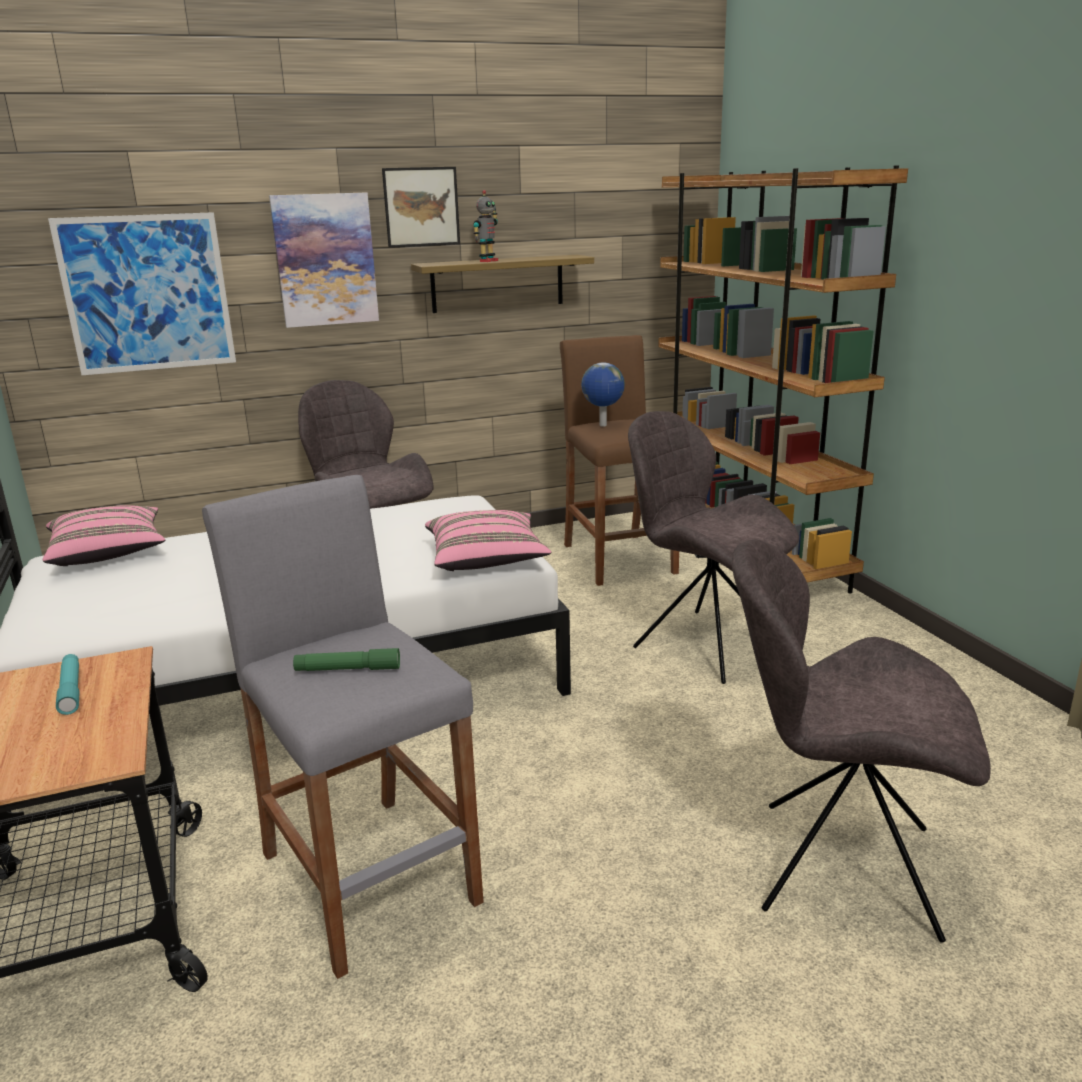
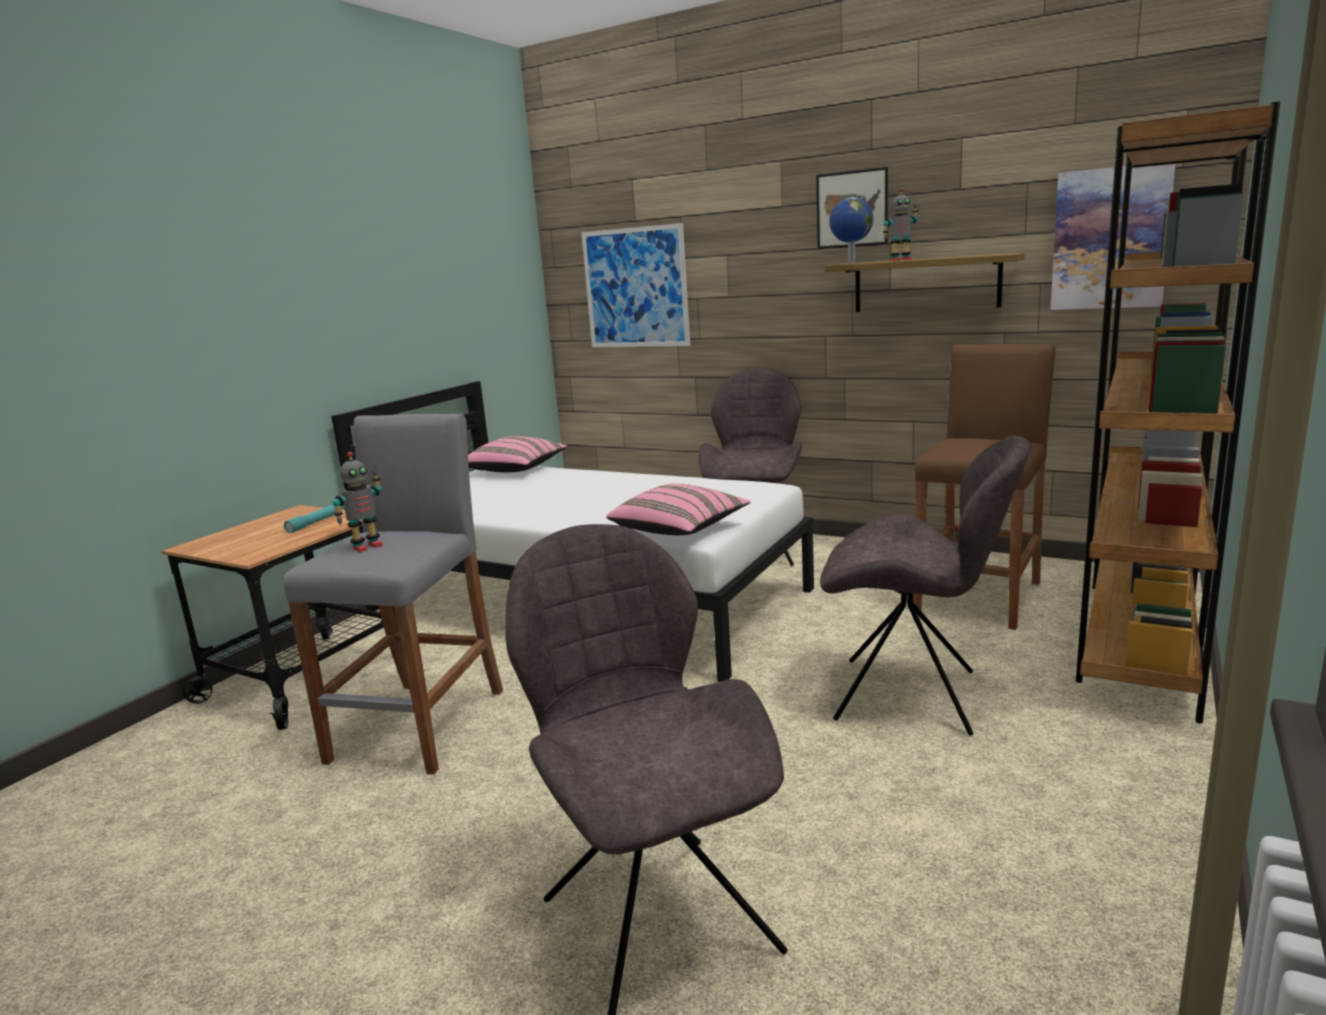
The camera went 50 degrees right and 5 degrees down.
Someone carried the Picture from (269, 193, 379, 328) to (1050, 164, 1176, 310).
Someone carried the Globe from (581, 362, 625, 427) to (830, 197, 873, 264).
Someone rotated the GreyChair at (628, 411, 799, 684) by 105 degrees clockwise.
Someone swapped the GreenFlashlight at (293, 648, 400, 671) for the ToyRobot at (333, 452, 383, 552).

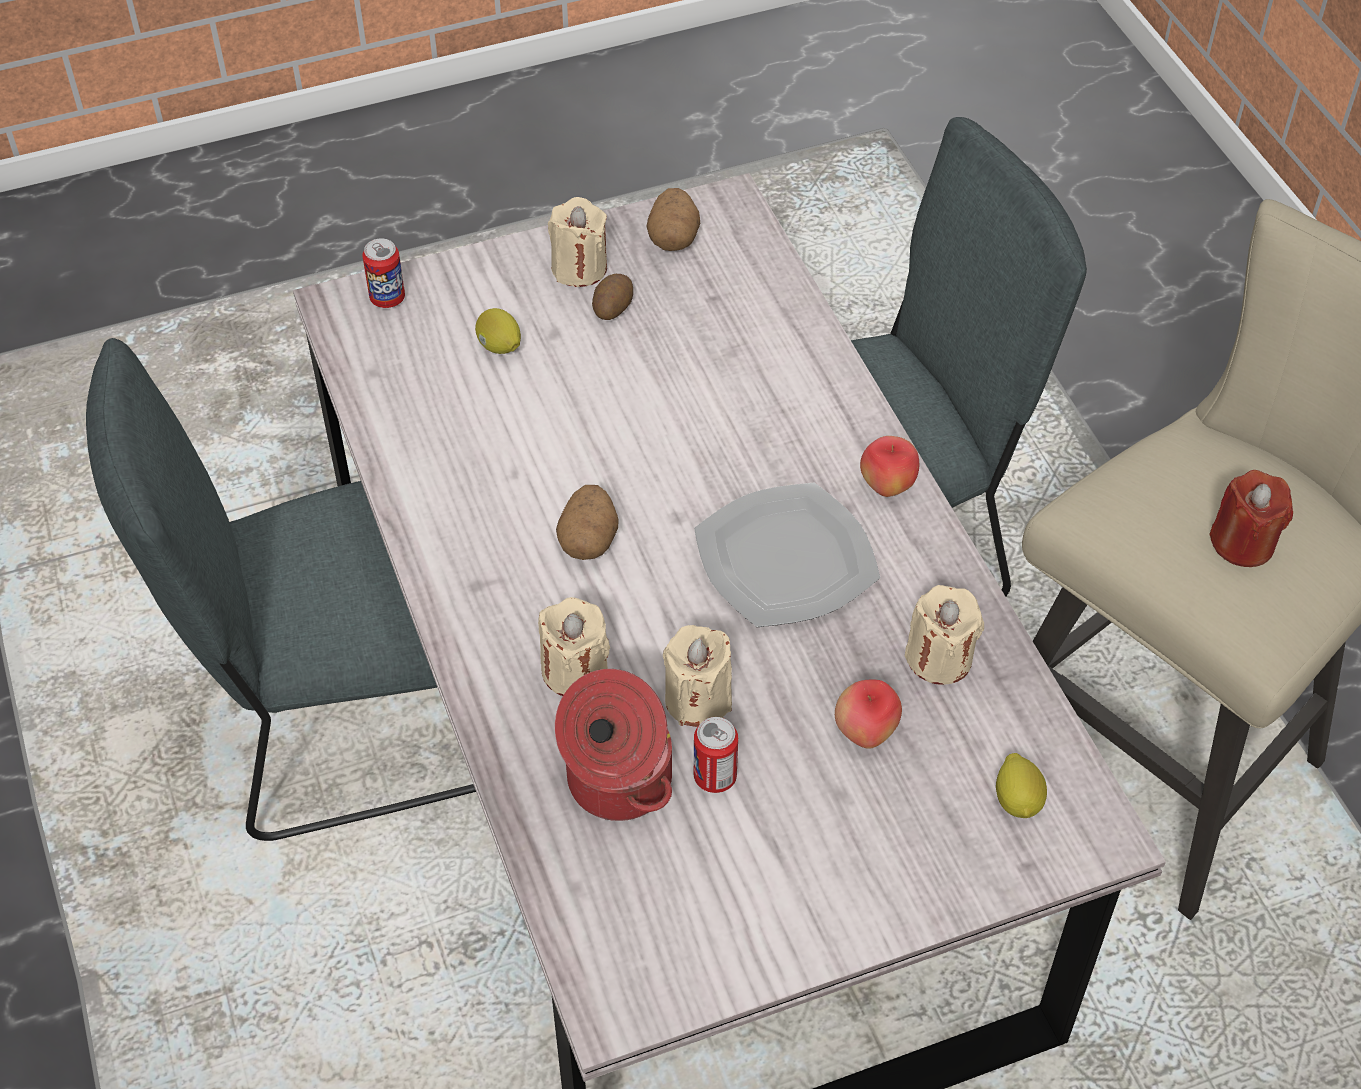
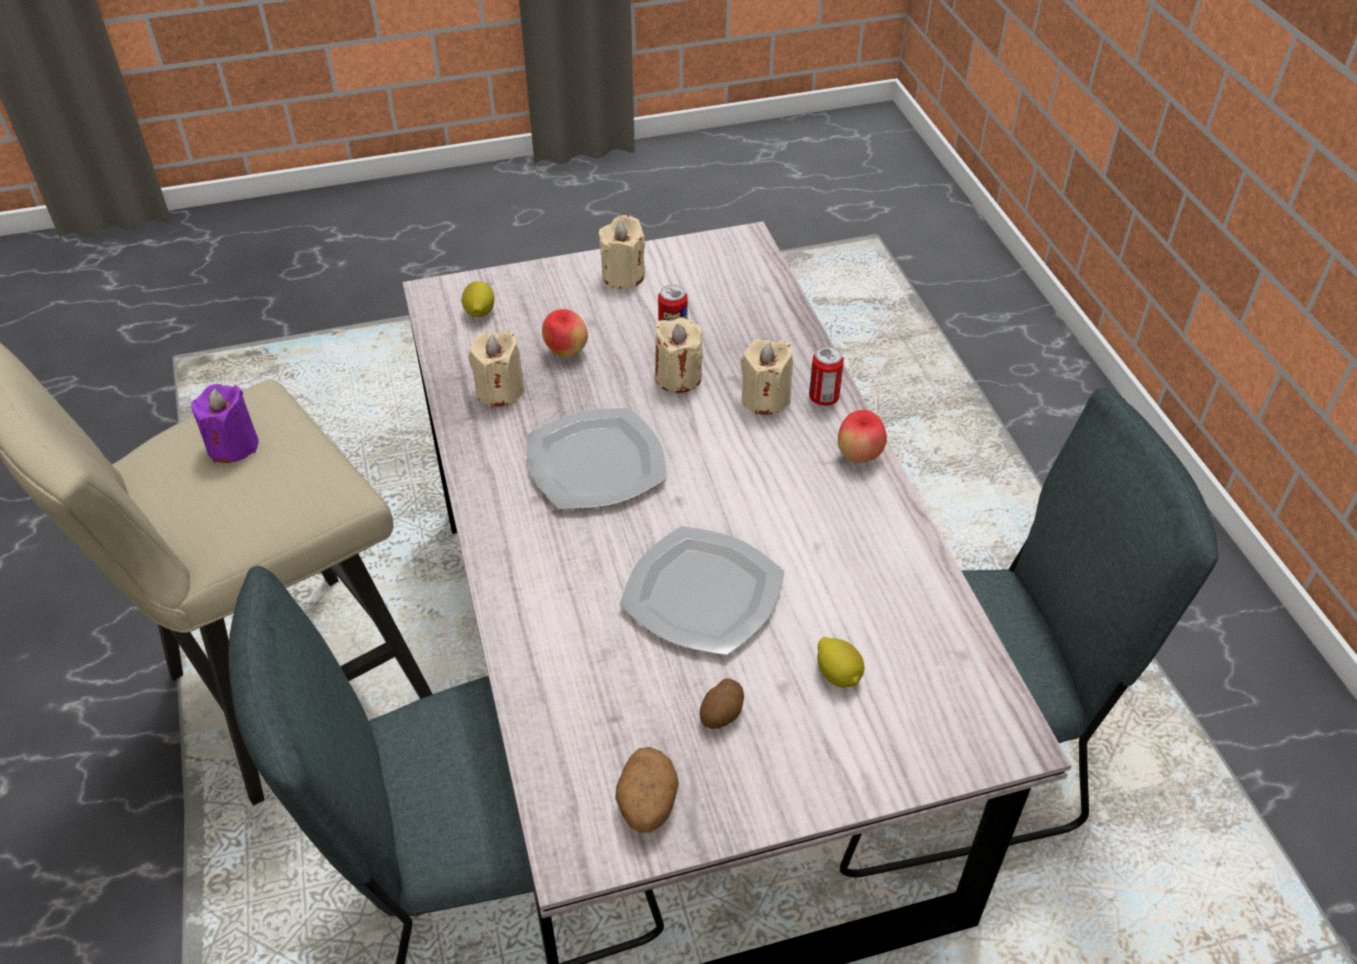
The camera went 175 degrees left and 5 degrees down.
Someone carried the BeigeCandle from (548, 197, 607, 287) to (599, 215, 645, 289).
Someone carried the Can from (362, 238, 405, 308) to (809, 346, 844, 406).
Someone carried the Apple from (860, 436, 919, 497) to (838, 410, 887, 463).
Someone repainted the RedCandle at (1209, 470, 1293, 567), which became the PurpleCandle at (191, 384, 259, 463).
Someone took away the Potato at (556, 485, 619, 560).
Someone took away the CookingPot at (555, 669, 672, 821).
Someone put down the Plate at (620, 526, 785, 656).

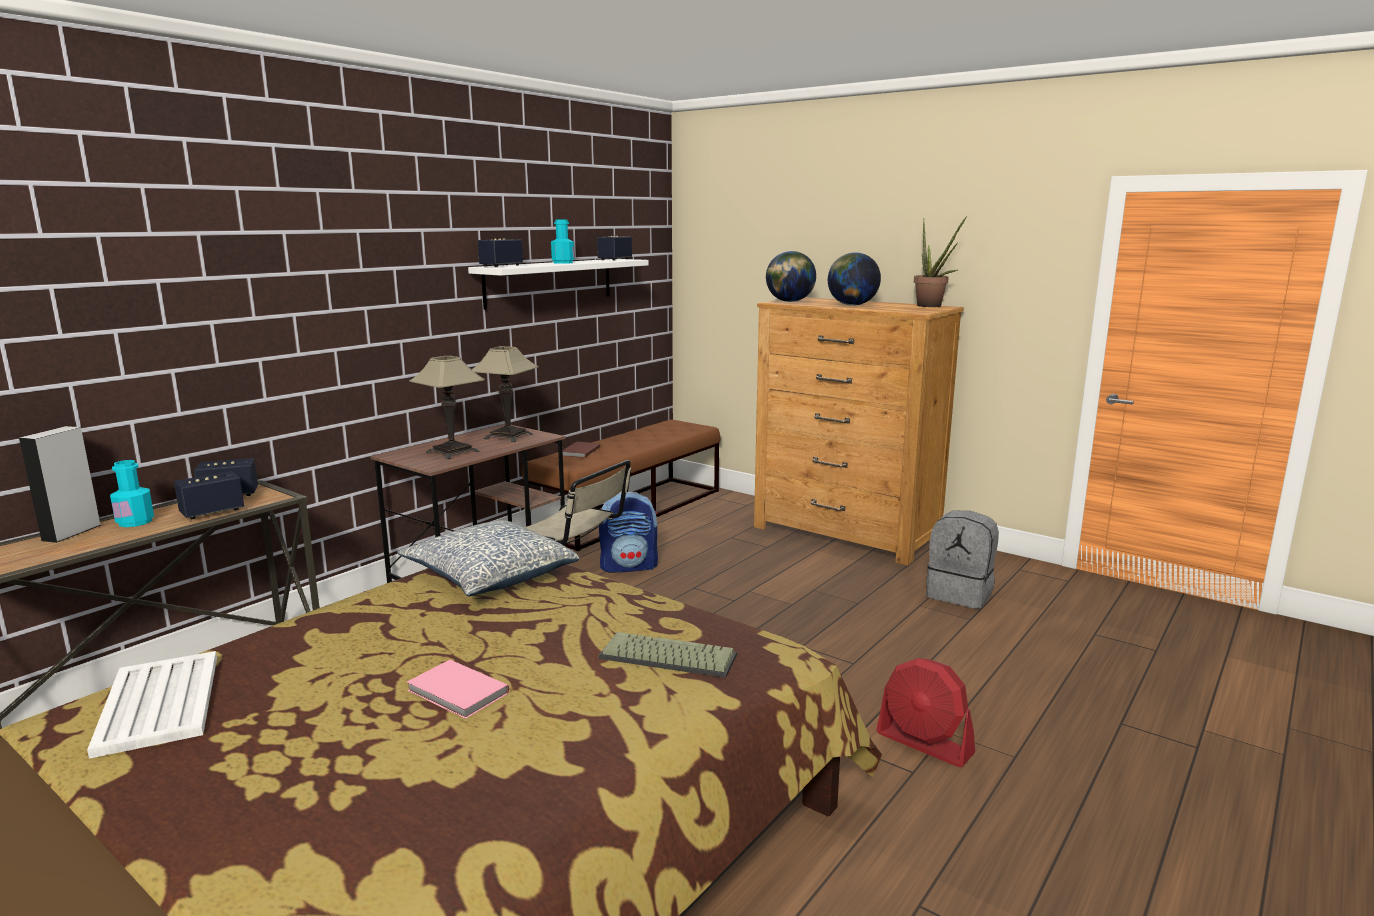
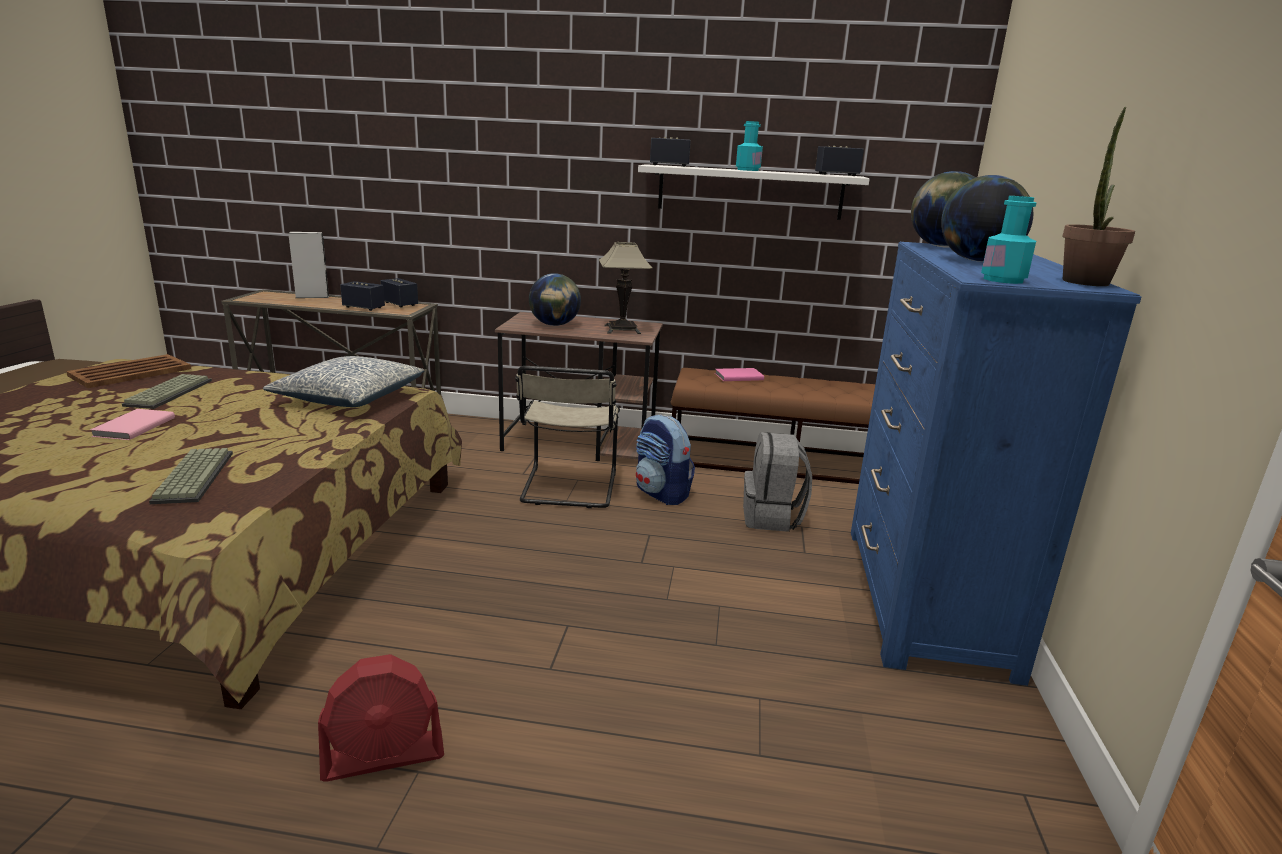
The camera went 60 degrees right and 5 degrees up.
Someone repainted the BrownDresser at (754, 297, 964, 566), which became the BlueDresser at (851, 242, 1141, 686).
Someone swapped the TableLamp at (409, 356, 485, 460) for the Globe at (529, 273, 581, 326).
Someone repainted the BrownBook at (563, 442, 600, 458), which became the PinkBook at (715, 368, 764, 381).
Someone carried the TurquoiseBottle from (110, 460, 154, 527) to (981, 196, 1036, 284).
Someone carried the GreyBackpack from (926, 511, 999, 609) to (743, 432, 812, 532).
Someone repainted the WhiteTray at (87, 651, 217, 759), which became the BrownTray at (66, 354, 191, 388).
Someone rotated the RedFan at (876, 658, 975, 767) by 120 degrees counterclockwise.
Someone put down the Keyboard at (122, 374, 212, 409).

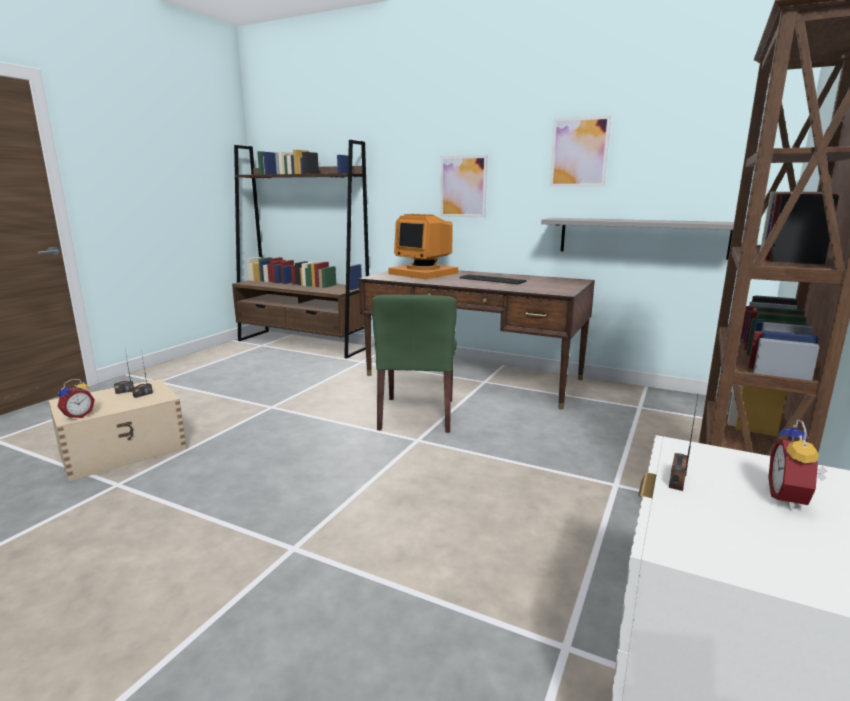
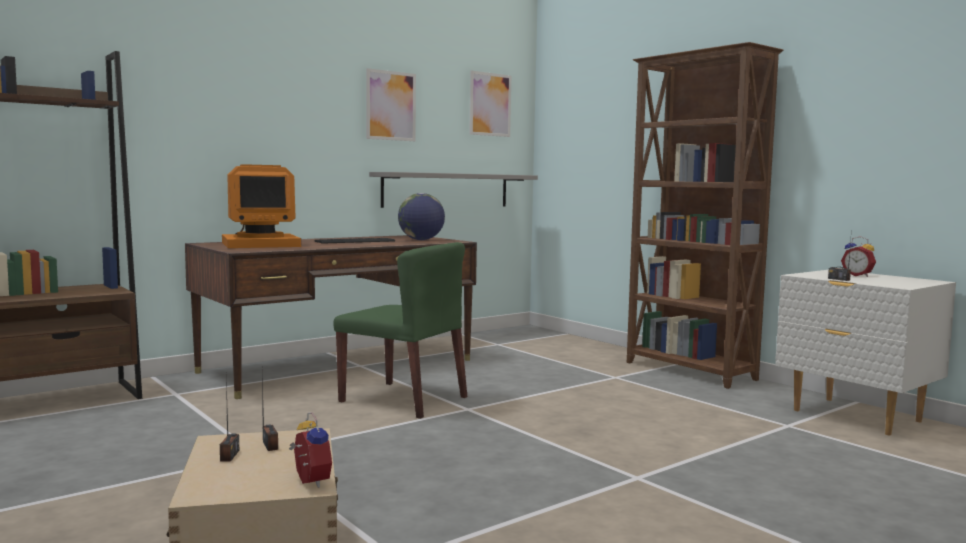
The camera went 65 degrees left and 10 degrees down.
Someone carried the Picture from (440, 155, 487, 218) to (469, 71, 511, 137).
Someone put down the Globe at (398, 193, 445, 240).

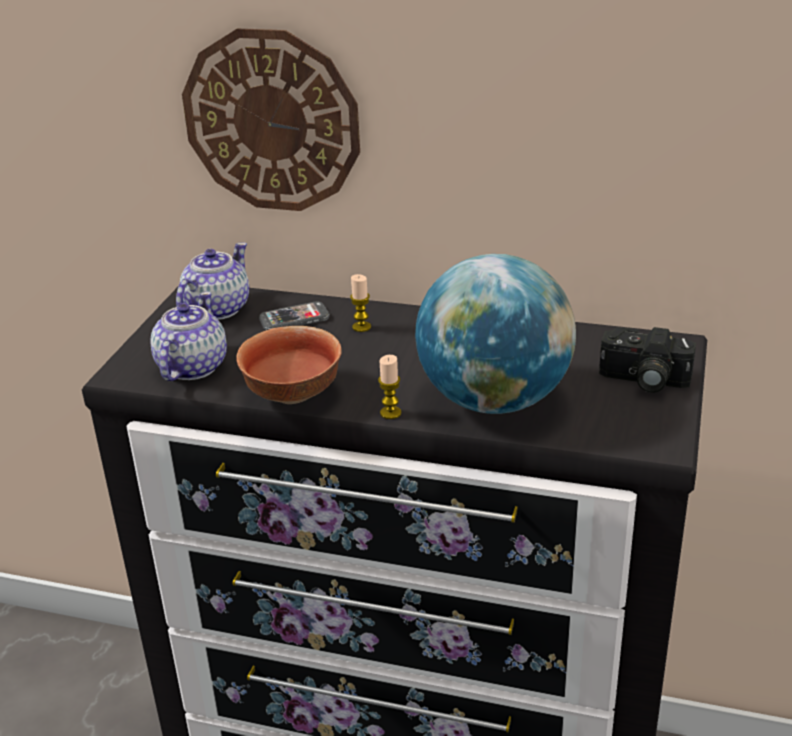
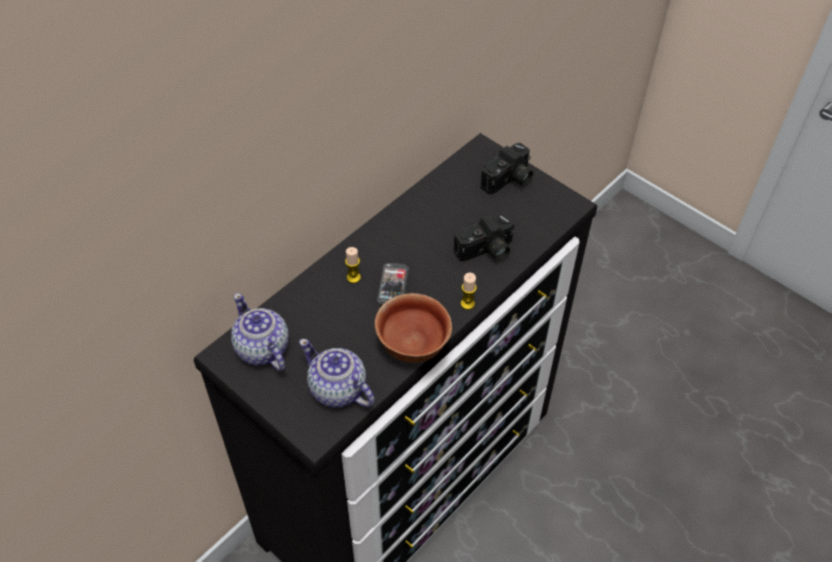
The camera went 65 degrees left and 20 degrees up.
Someone took away the WallClock at (182, 28, 360, 211).
Someone swapped the Globe at (415, 254, 576, 414) for the PhotoCamera at (454, 214, 514, 261).
Someone carried the Phone from (259, 301, 330, 330) to (377, 263, 409, 305).

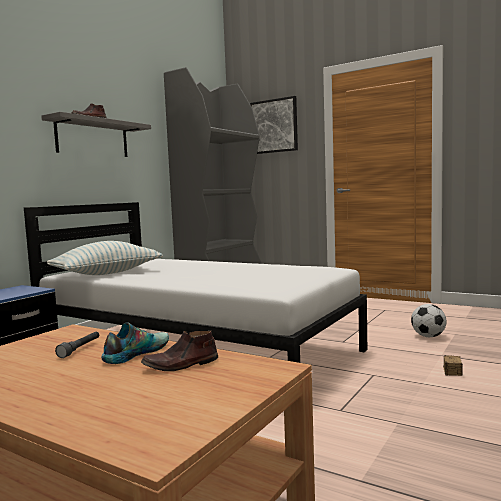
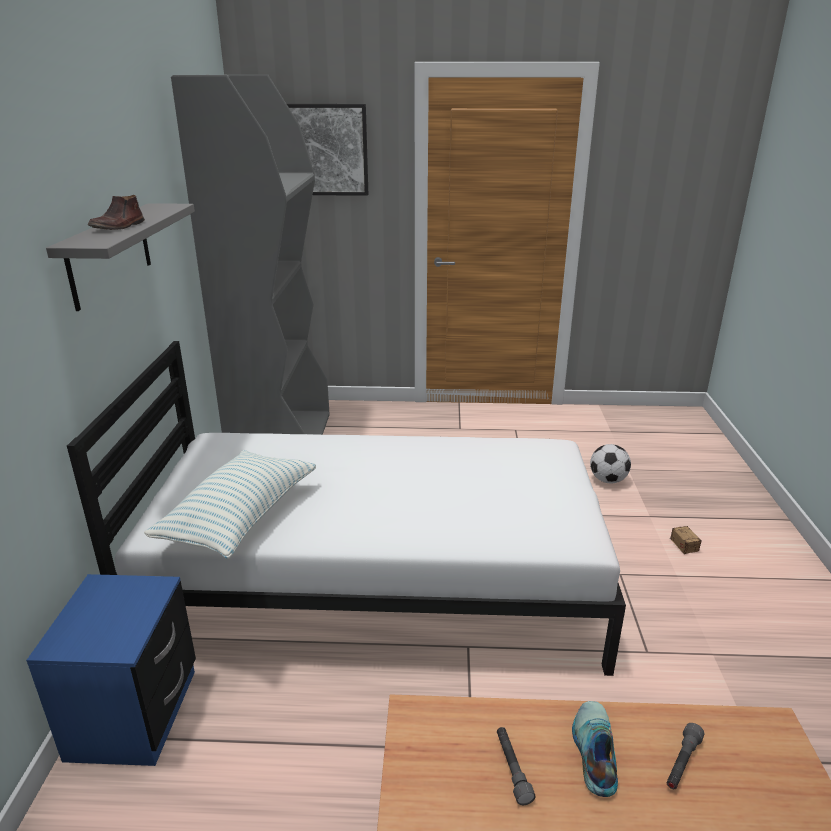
The camera went 30 degrees left and 20 degrees up.
Someone swapped the BrownShoe at (141, 331, 218, 371) for the GreyFlashlight at (667, 723, 704, 789).

